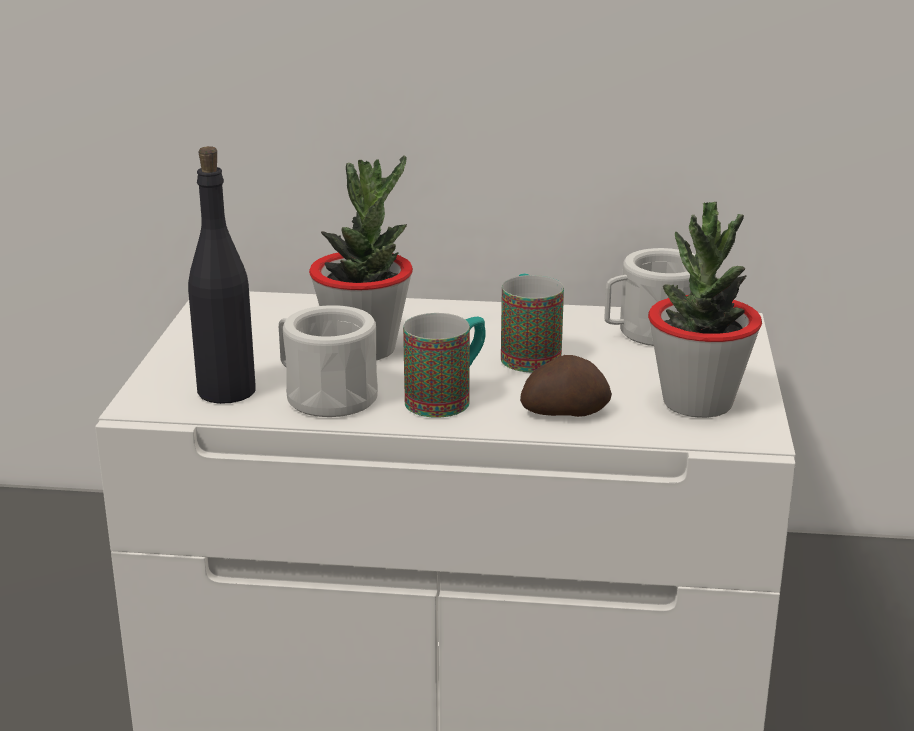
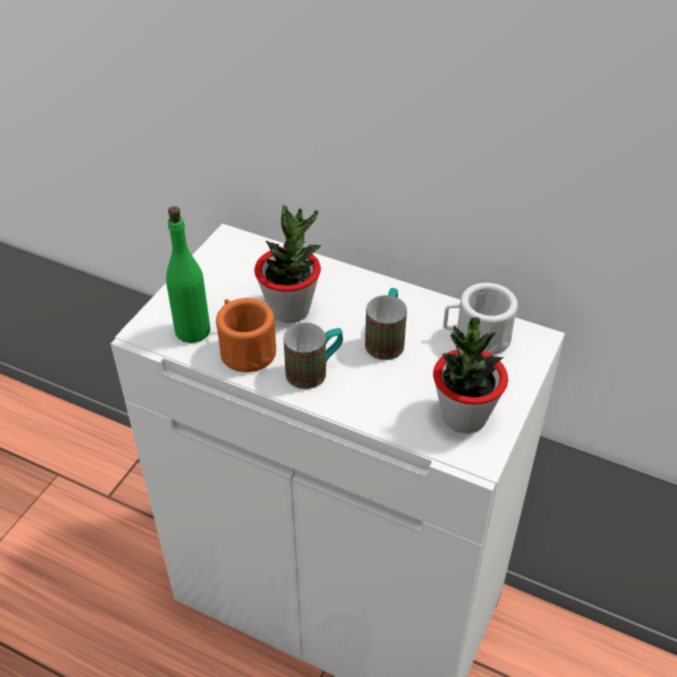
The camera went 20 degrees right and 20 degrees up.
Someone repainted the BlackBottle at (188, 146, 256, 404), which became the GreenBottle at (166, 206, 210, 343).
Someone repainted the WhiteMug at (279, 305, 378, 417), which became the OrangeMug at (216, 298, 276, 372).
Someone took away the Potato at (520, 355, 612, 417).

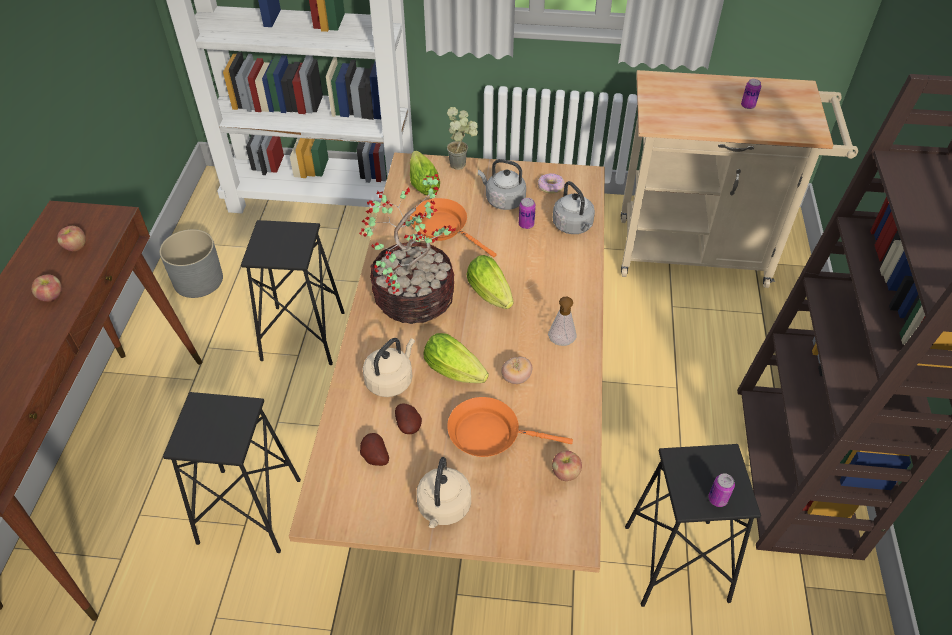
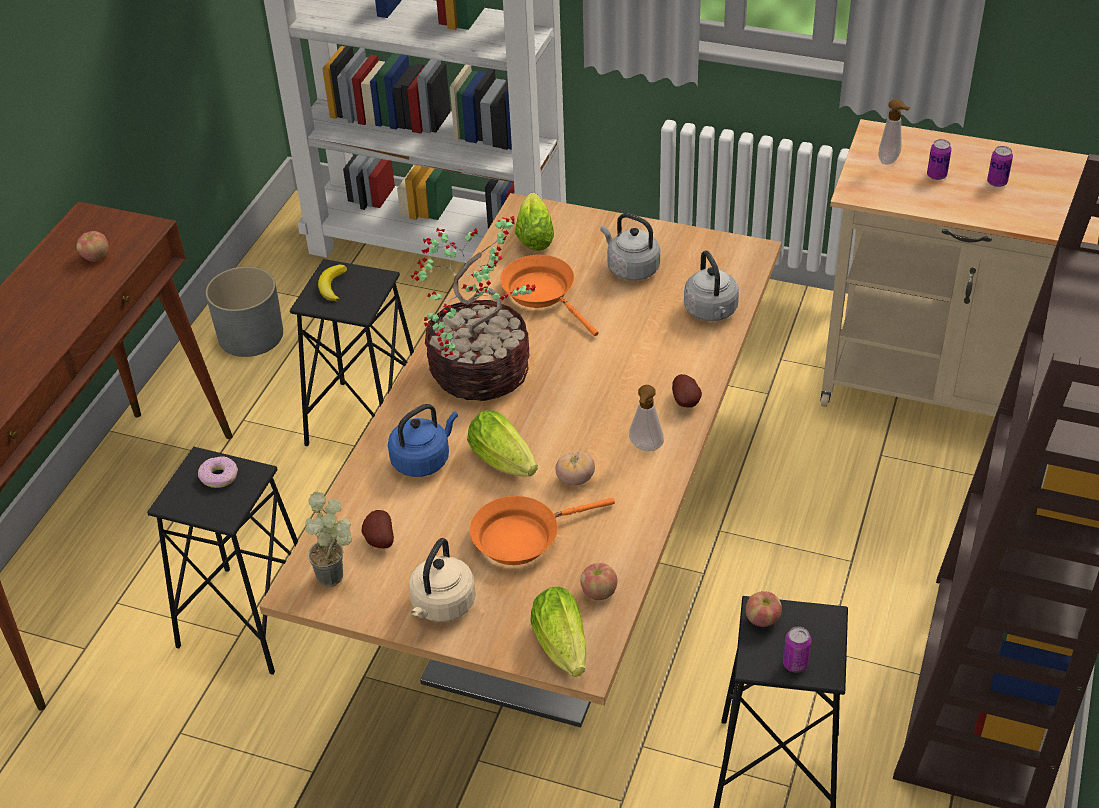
The camera went 15 degrees right and 5 degrees down.
Someone carried the PottedPlant from (447, 107, 478, 170) to (305, 492, 352, 587).
Someone carried the Donut from (538, 173, 565, 194) to (198, 457, 238, 488).
Someone carried the Can from (519, 198, 536, 229) to (927, 139, 952, 180).
Someone carried the Lettuce from (466, 255, 514, 309) to (530, 587, 586, 677).
Someone carried the Apple from (31, 274, 62, 302) to (746, 591, 782, 627).
Someone repainted the BeigeKettle at (363, 338, 415, 397), which became the BlueKettle at (388, 404, 458, 477).
Someone rotated the OrangeFryingPan at (447, 397, 573, 457) by 45 degrees counterclockwise.
Someone carried the Potato from (395, 403, 422, 434) to (672, 374, 702, 408).
Someone put down the SoapDispenser at (878, 99, 911, 165).
Someone put down the Banana at (318, 265, 347, 301).

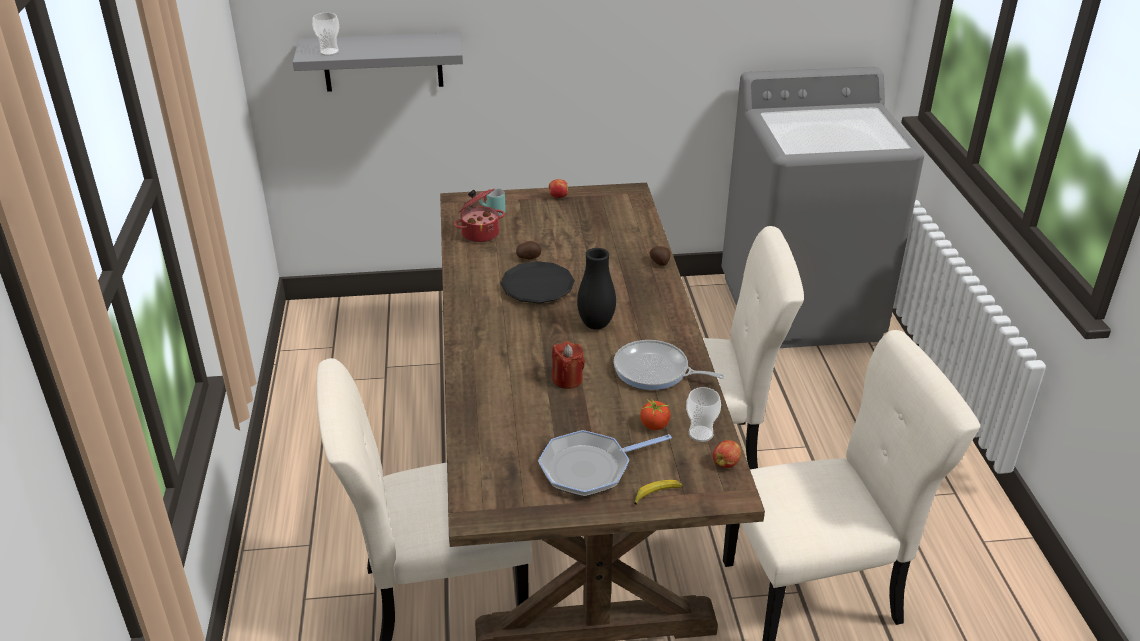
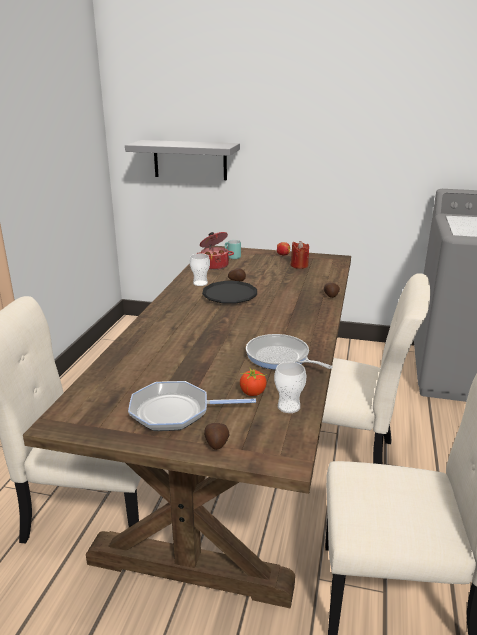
The camera went 20 degrees right and 10 degrees down.
Someone carried the Cup from (312, 13, 339, 56) to (190, 254, 210, 286).
Someone took away the BlackVase at (577, 248, 616, 330).
Someone carried the RedCandle from (552, 341, 585, 389) to (291, 241, 309, 269).
Someone took away the Apple at (713, 440, 741, 468).
Someone swapped the Banana at (634, 480, 682, 505) for the Potato at (204, 423, 229, 450).

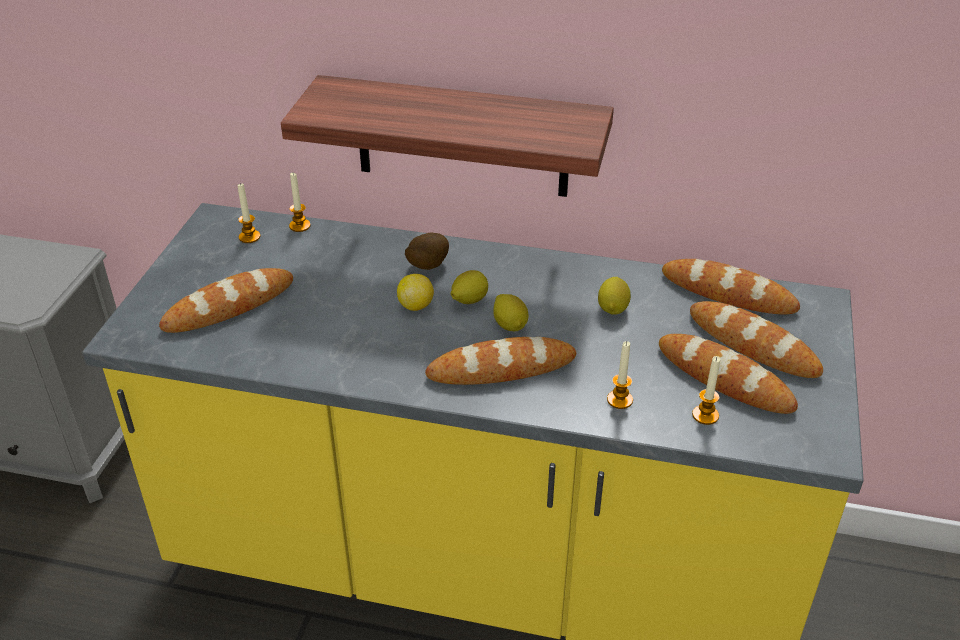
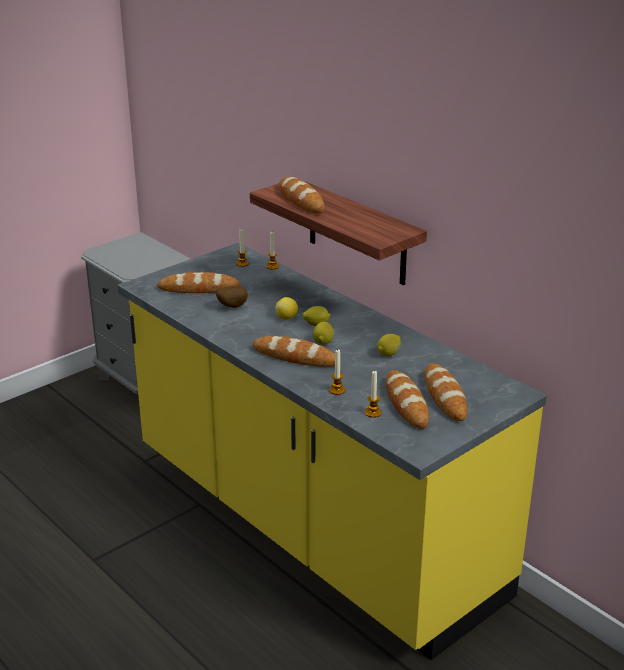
The camera went 35 degrees right and 10 degrees down.
Someone carried the Potato from (405, 232, 449, 270) to (216, 286, 248, 308).
Someone carried the Bread from (662, 259, 800, 314) to (279, 177, 325, 213).

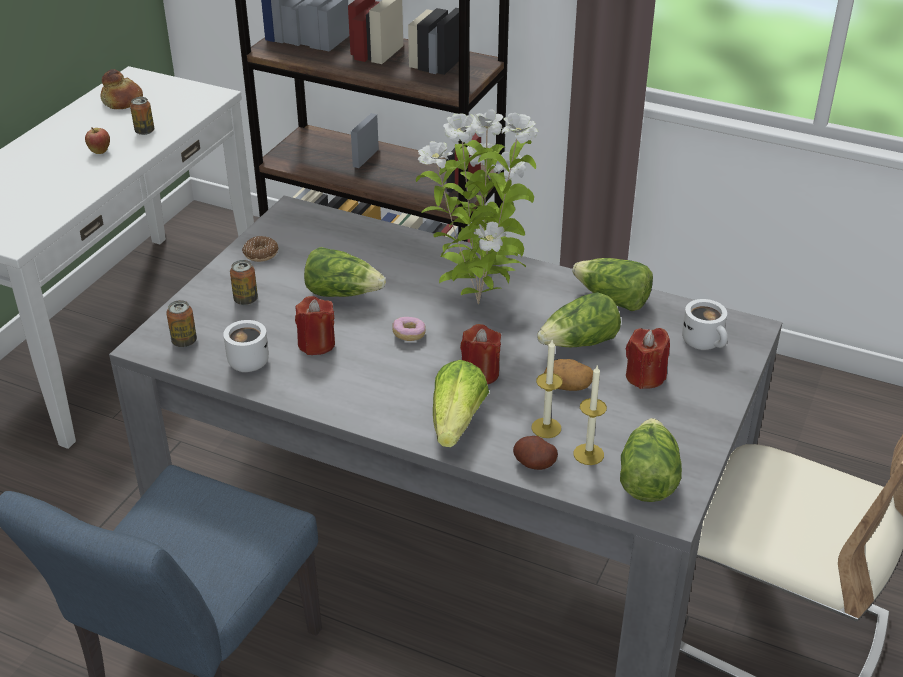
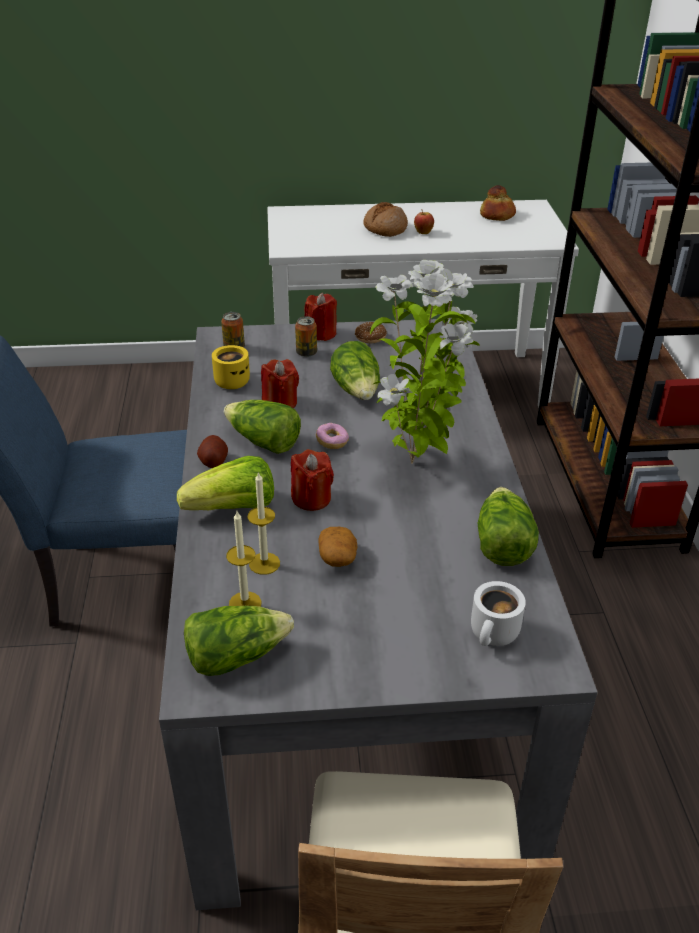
The camera went 60 degrees right and 0 degrees up.
Someone took away the Can at (130, 97, 154, 135).
Someone carried the Lettuce from (537, 292, 621, 347) to (224, 400, 301, 454).
Someone repainted the WhiteMug at (223, 320, 269, 372), which became the YellowMug at (212, 345, 250, 389).
Someone carried the RedCandle from (626, 328, 670, 389) to (304, 293, 337, 341).
Someone carried the Potato from (513, 436, 558, 470) to (197, 435, 228, 468).
Someone put down the Bread at (363, 202, 408, 237).

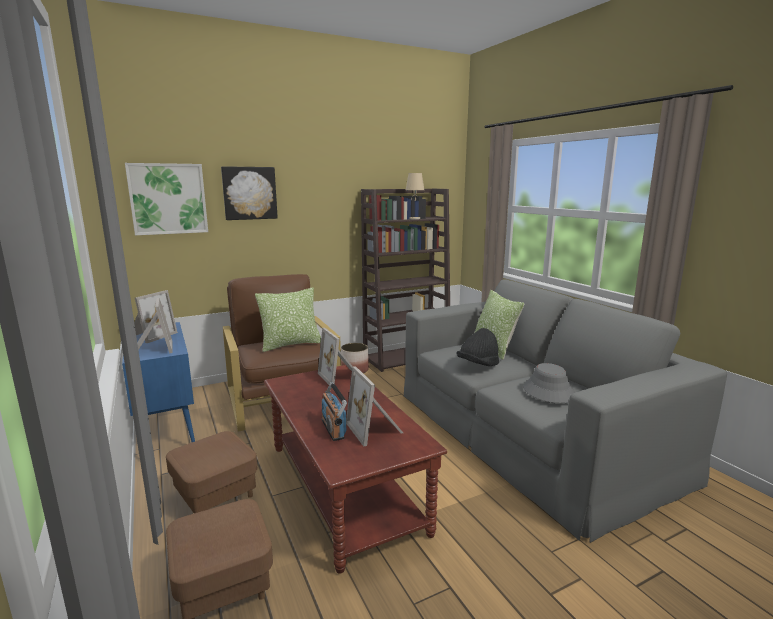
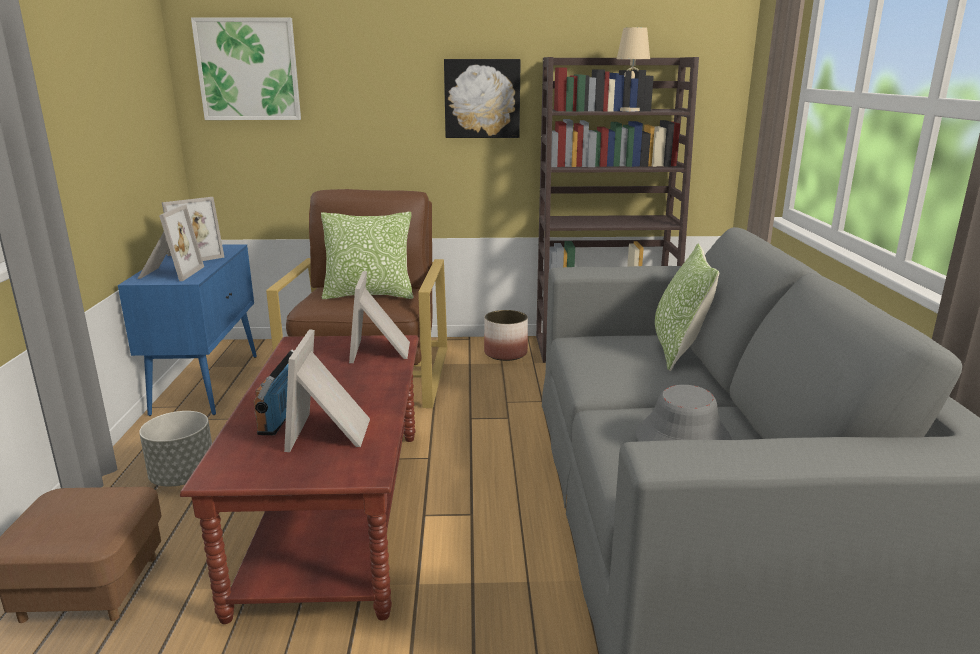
The camera went 25 degrees right and 5 degrees up.
Someone carried the Picture from (221, 166, 278, 220) to (444, 59, 521, 138).
Someone took away the BlackHat at (457, 328, 499, 366).
Someone swapped the BrownOttoman at (166, 431, 257, 513) for the GreyPlanter at (139, 411, 212, 486).

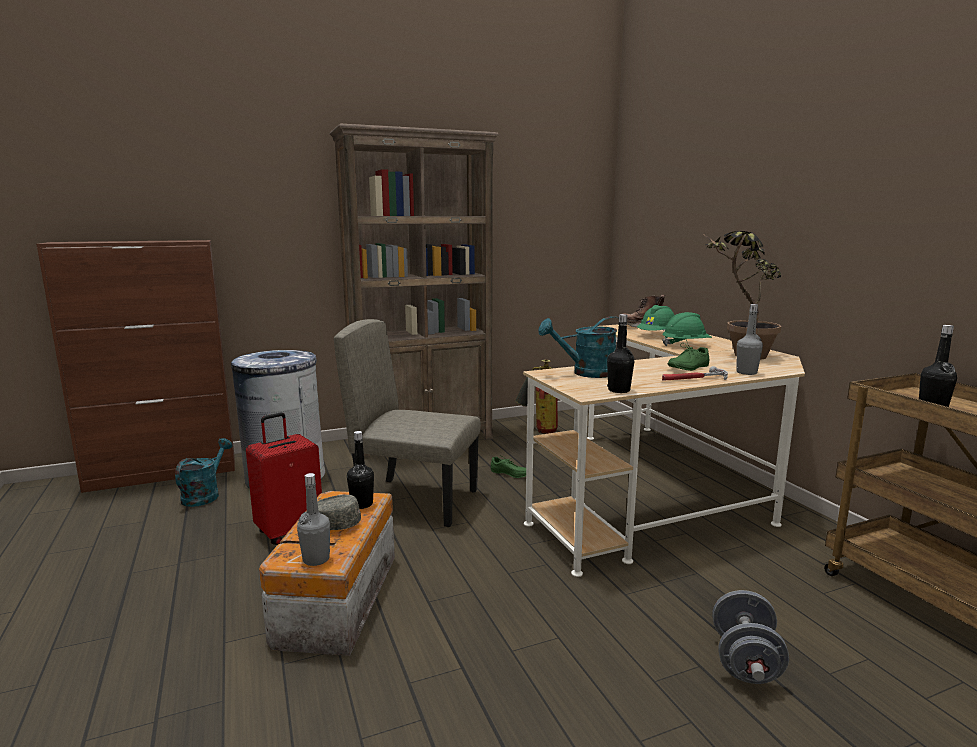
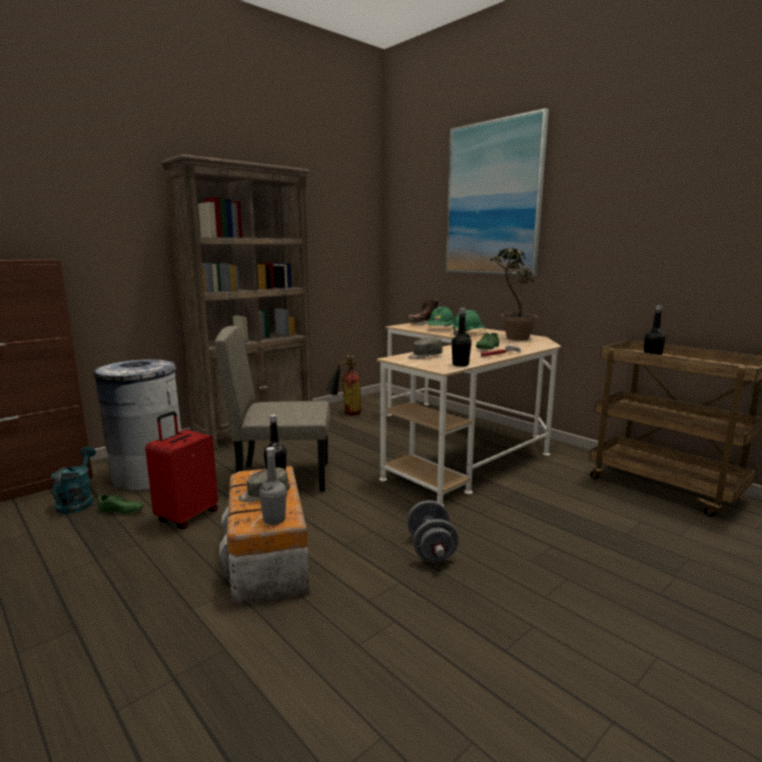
The camera went 20 degrees left and 0 degrees up.
Someone took away the GreyBottle at (736, 304, 763, 375).
Someone swapped the TurquoiseWateringCan at (538, 316, 627, 378) for the GreyCap at (408, 337, 443, 359).
Someone carried the GreenShoe from (491, 455, 526, 478) to (98, 493, 143, 515).
Someone carried the GreyDumbbell from (712, 590, 789, 684) to (407, 500, 459, 562).
Someone put up the Picture at (446, 108, 549, 276).

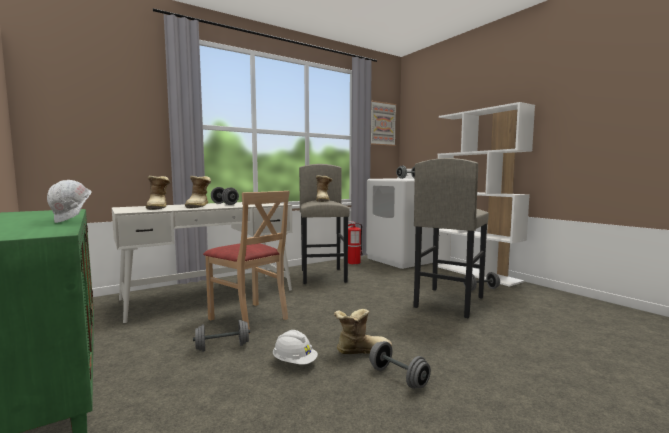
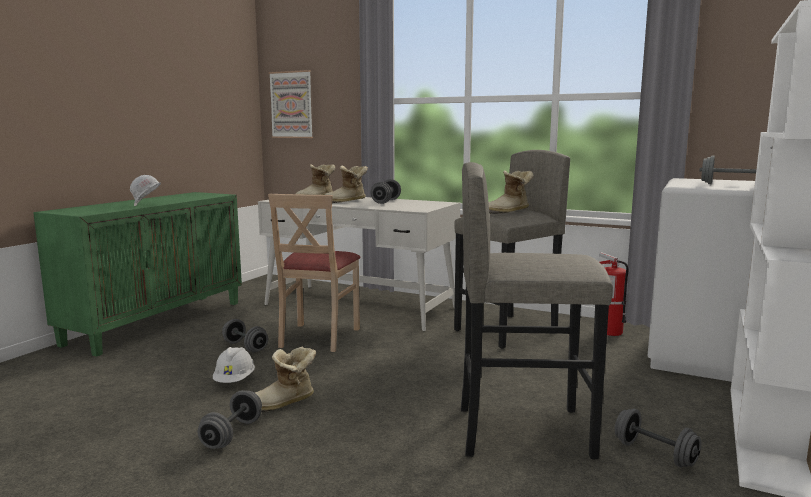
The camera went 60 degrees right and 5 degrees up.
Someone carried the Picture from (371, 101, 396, 146) to (269, 70, 313, 138).
Someone rotated the Boot at (334, 309, 392, 354) by 105 degrees clockwise.

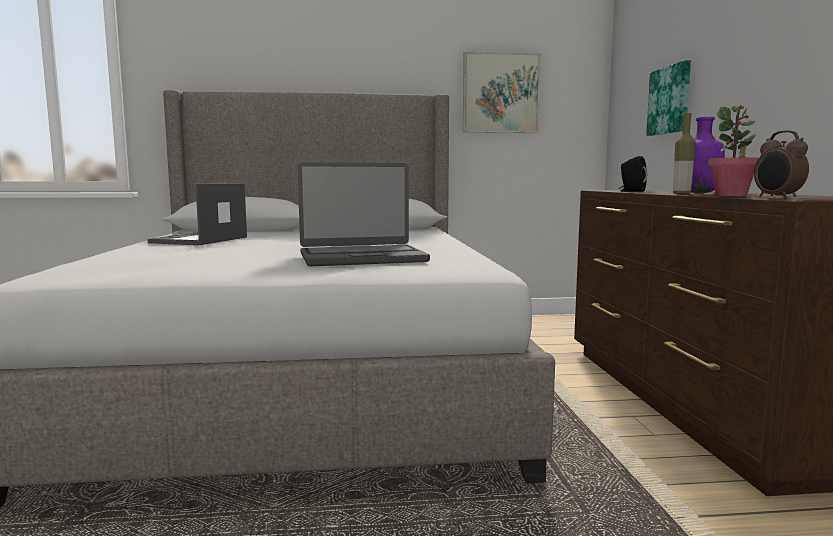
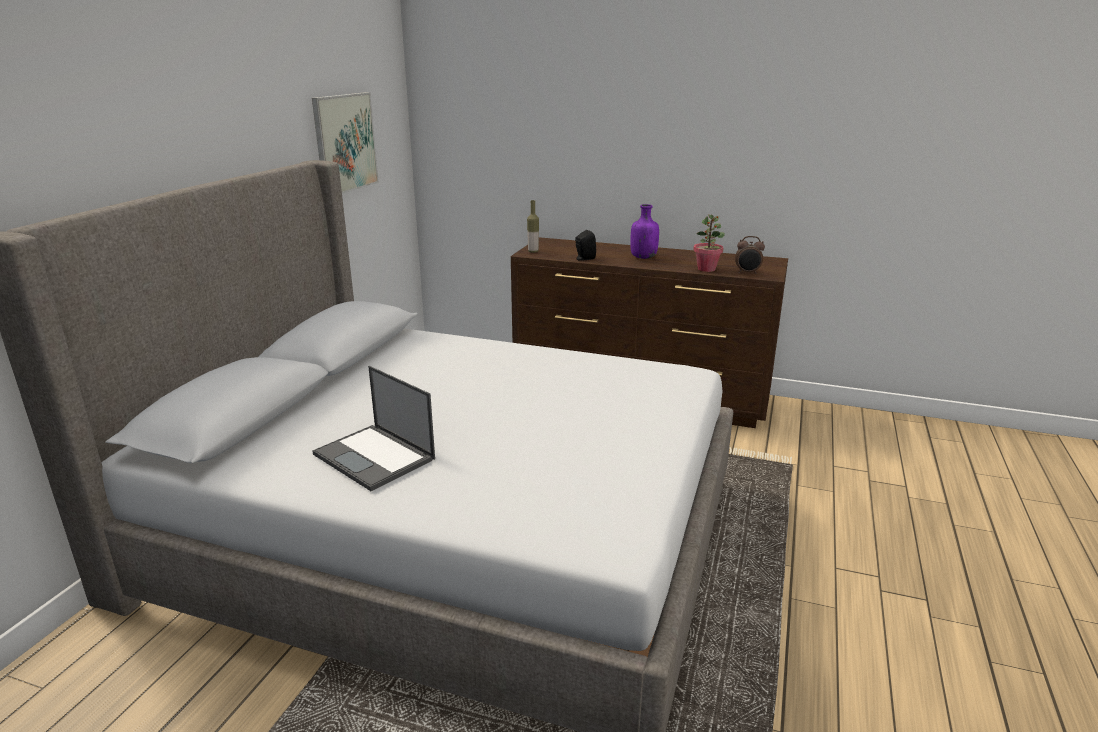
The camera went 65 degrees left and 15 degrees up.
Someone took away the Picture at (646, 60, 691, 136).
Someone carried the Bottle from (673, 113, 696, 194) to (527, 200, 539, 253).
Someone took away the Laptop at (298, 162, 430, 266).

